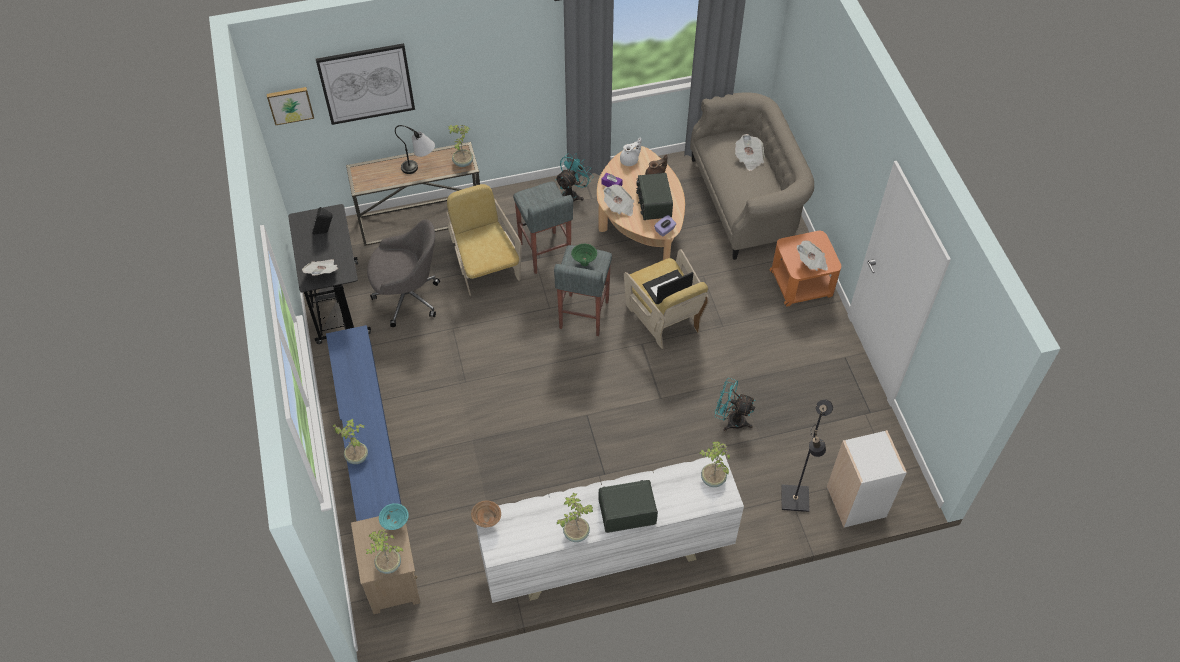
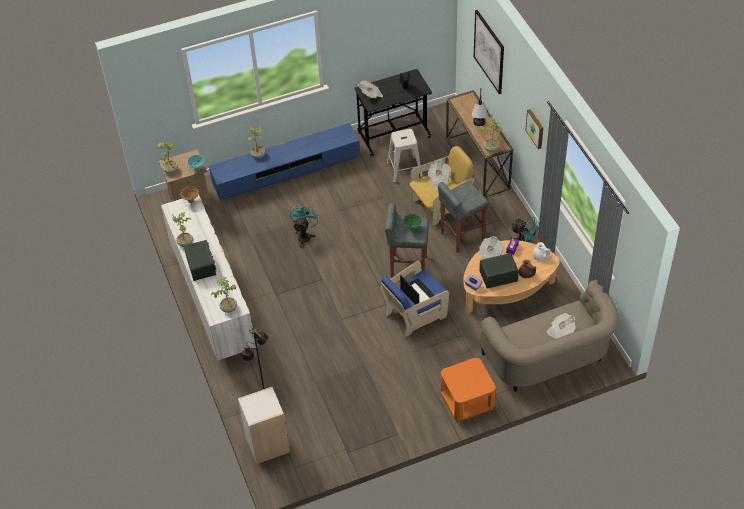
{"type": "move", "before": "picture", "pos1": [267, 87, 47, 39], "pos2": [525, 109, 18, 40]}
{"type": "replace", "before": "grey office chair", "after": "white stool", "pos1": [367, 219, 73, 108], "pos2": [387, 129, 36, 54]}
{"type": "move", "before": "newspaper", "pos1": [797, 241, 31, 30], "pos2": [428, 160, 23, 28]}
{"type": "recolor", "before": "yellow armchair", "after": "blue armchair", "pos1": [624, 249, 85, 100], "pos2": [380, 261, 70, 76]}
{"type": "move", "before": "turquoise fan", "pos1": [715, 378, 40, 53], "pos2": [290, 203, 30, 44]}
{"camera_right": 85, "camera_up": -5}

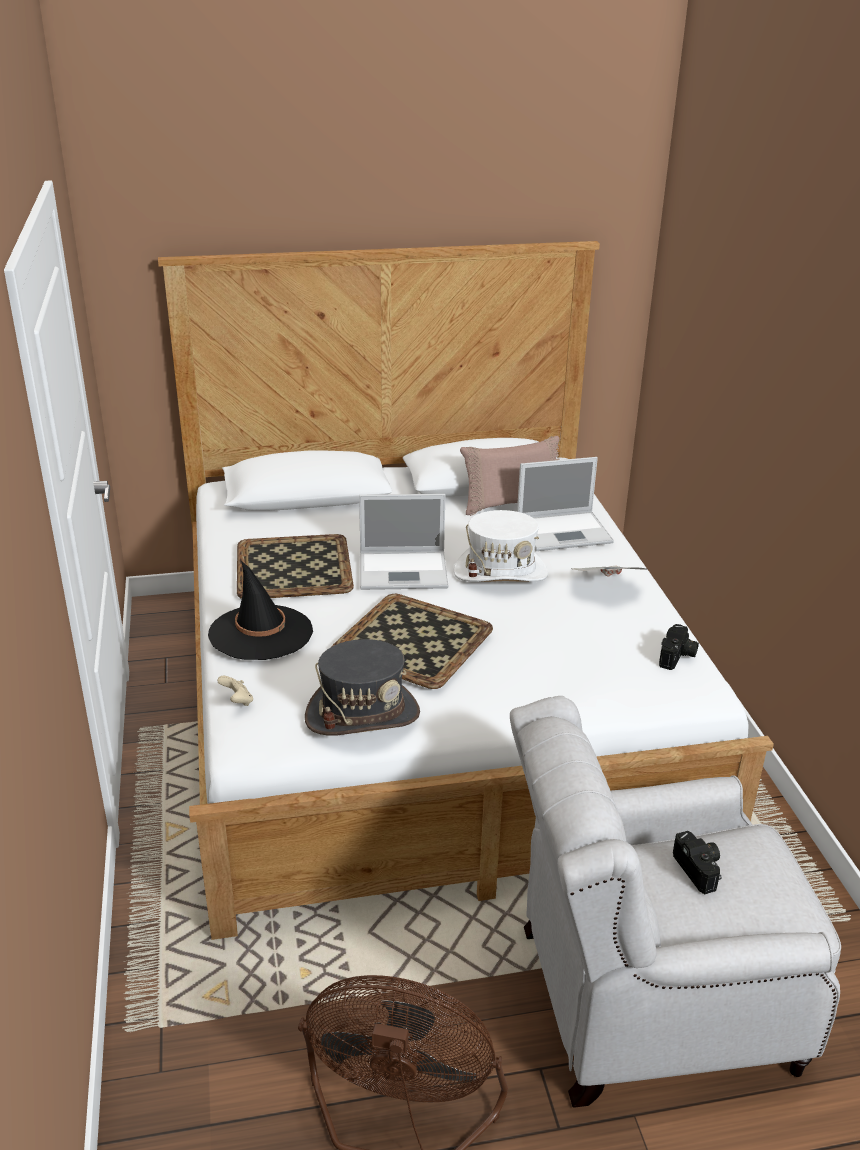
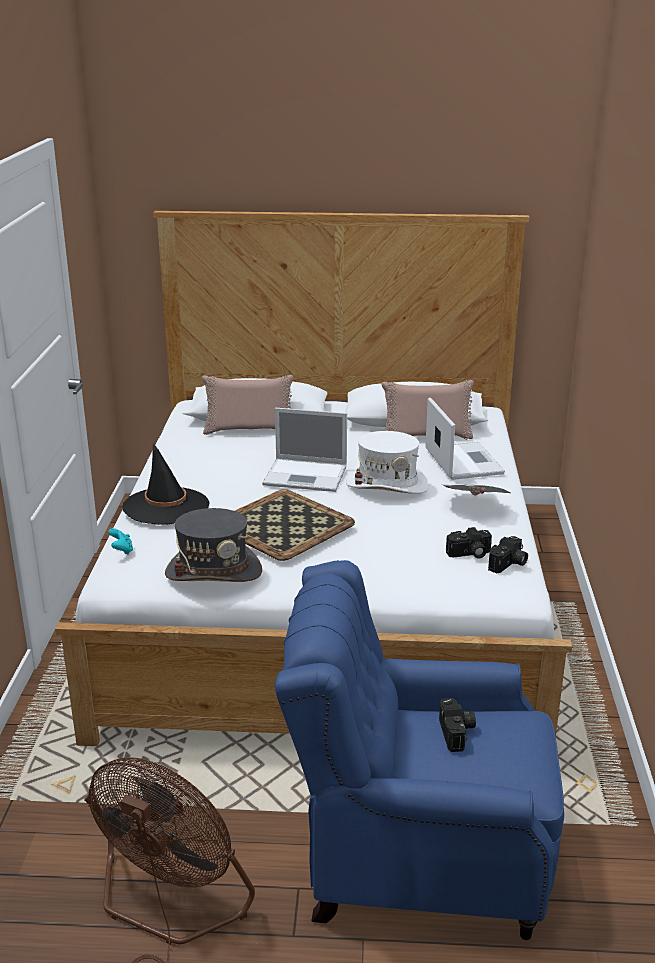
{"type": "rotate", "before": "laptop", "pos1": [517, 457, 97, 94], "pos2": [425, 398, 80, 82], "turn": -105}
{"type": "delete", "before": "tray", "pos1": [237, 534, 117, 65]}
{"type": "recolor", "before": "beige game controller", "after": "turquoise game controller", "pos1": [217, 676, 36, 30], "pos2": [108, 528, 25, 27]}
{"type": "recolor", "before": "white armchair", "after": "blue armchair", "pos1": [510, 696, 331, 412], "pos2": [275, 560, 289, 380]}
{"type": "insert", "after": "beige pillow", "pos2": [202, 375, 91, 60]}
{"type": "insert", "after": "photo camera", "pos2": [446, 527, 46, 32]}
{"camera_right": 15, "camera_up": -5}

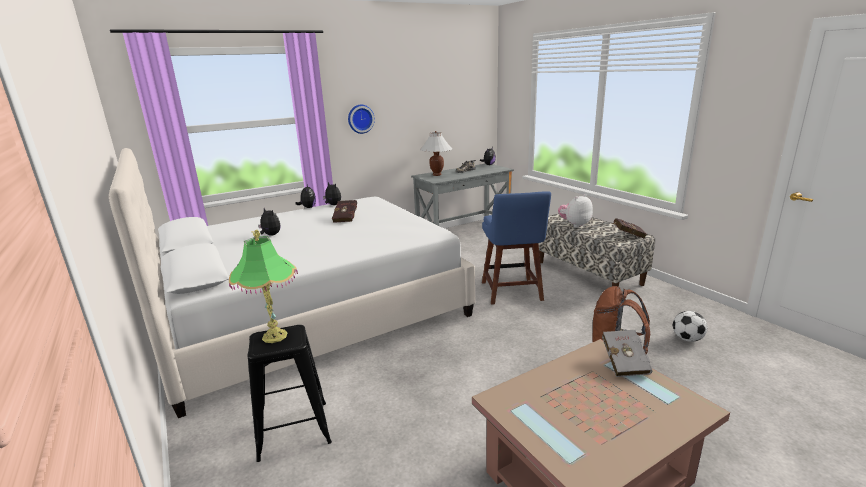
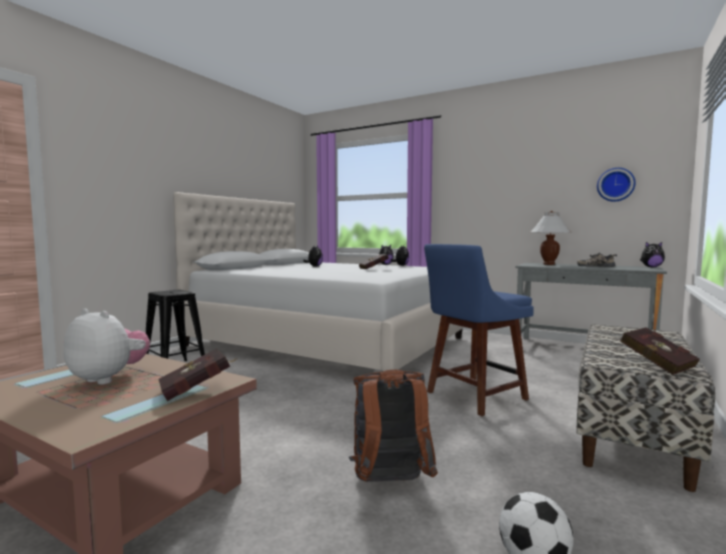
{"type": "move", "before": "wall clock", "pos1": [348, 105, 27, 29], "pos2": [597, 168, 38, 34]}
{"type": "move", "before": "plush toy", "pos1": [558, 194, 35, 34], "pos2": [63, 308, 87, 77]}
{"type": "delete", "before": "table lamp", "pos1": [229, 230, 69, 113]}
{"type": "recolor", "before": "grey book", "after": "red book", "pos1": [602, 329, 50, 48], "pos2": [158, 349, 80, 52]}
{"camera_right": 60, "camera_up": -15}

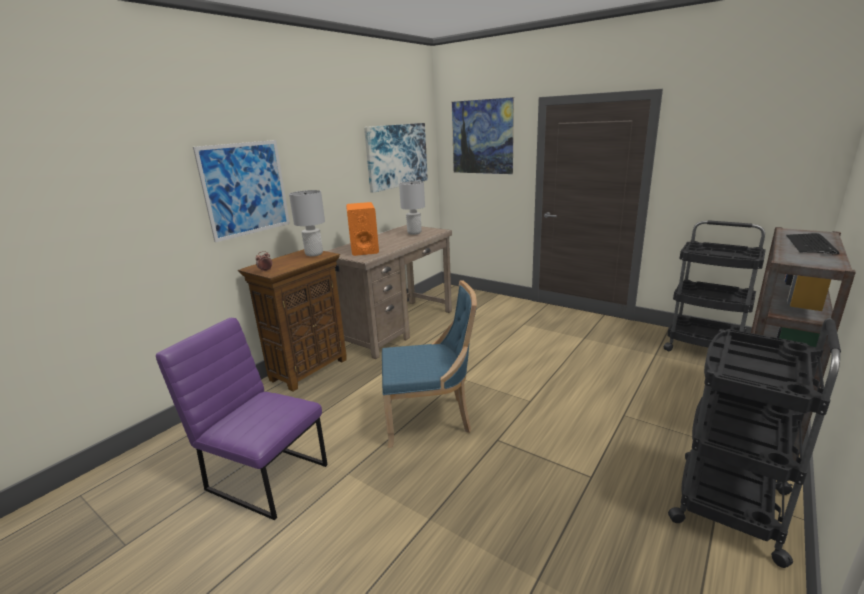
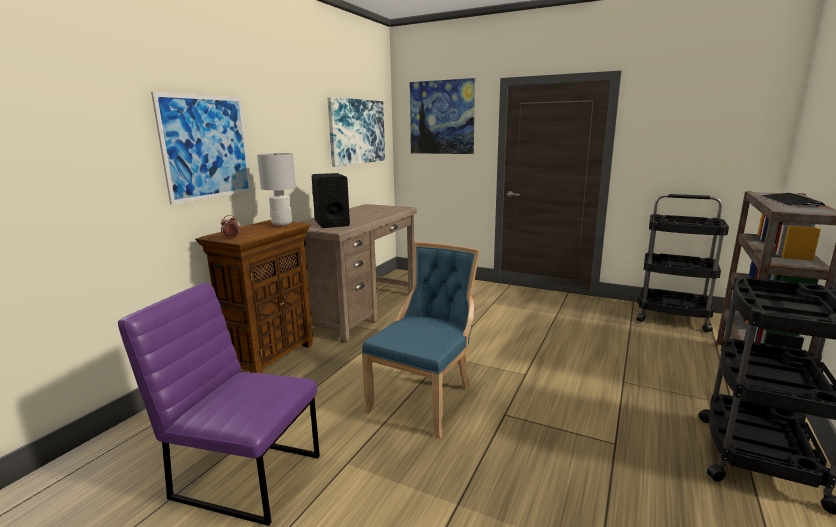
{"type": "delete", "before": "grey table lamp", "pos1": [399, 181, 26, 54]}
{"type": "recolor", "before": "orange speaker", "after": "black speaker", "pos1": [346, 202, 33, 54], "pos2": [312, 173, 38, 55]}
{"type": "rotate", "before": "blue chair", "pos1": [382, 280, 95, 168], "pos2": [362, 242, 118, 196], "turn": -45}
{"camera_right": -10, "camera_up": -5}

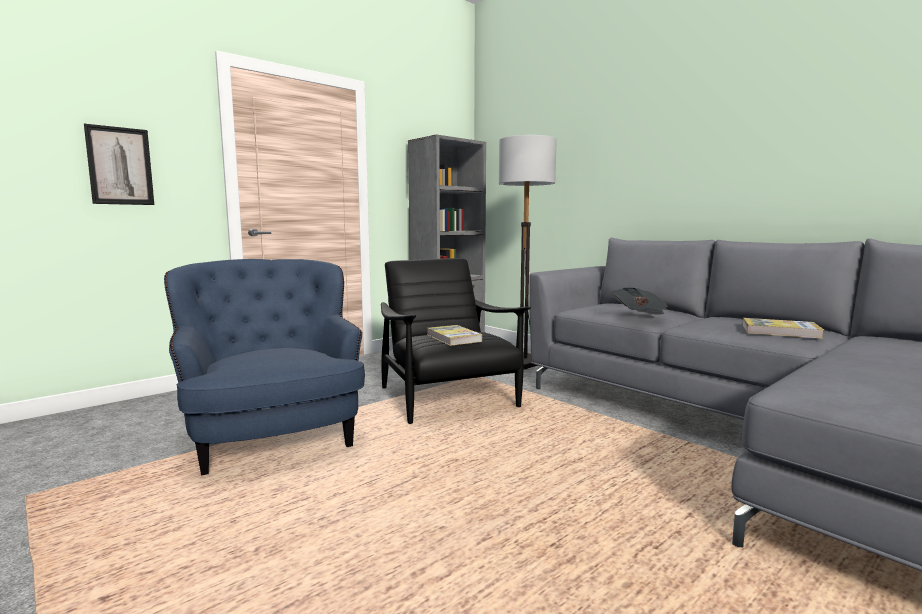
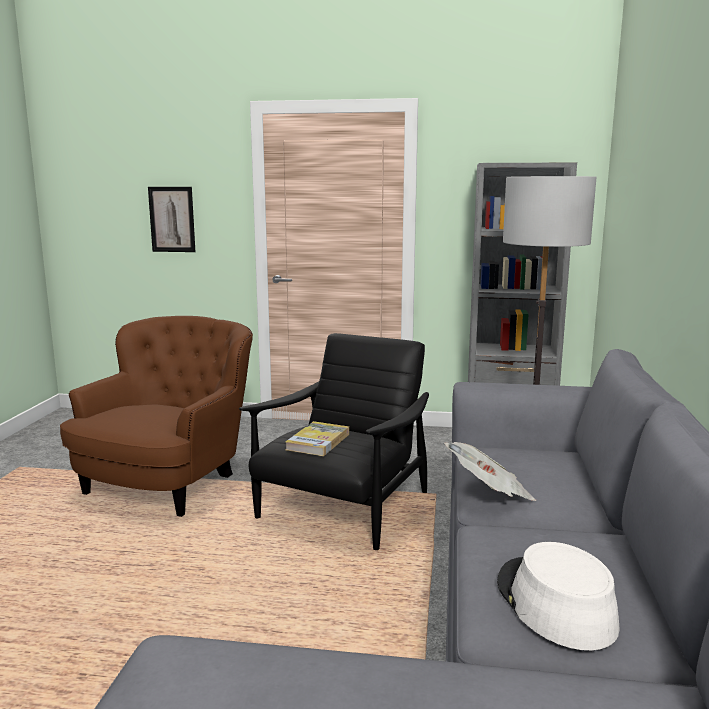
{"type": "recolor", "before": "blue armchair", "after": "brown armchair", "pos1": [164, 259, 201, 217], "pos2": [60, 316, 193, 201]}
{"type": "replace", "before": "book", "after": "white hat", "pos1": [743, 318, 81, 21], "pos2": [497, 542, 123, 108]}
{"camera_right": 50, "camera_up": 5}

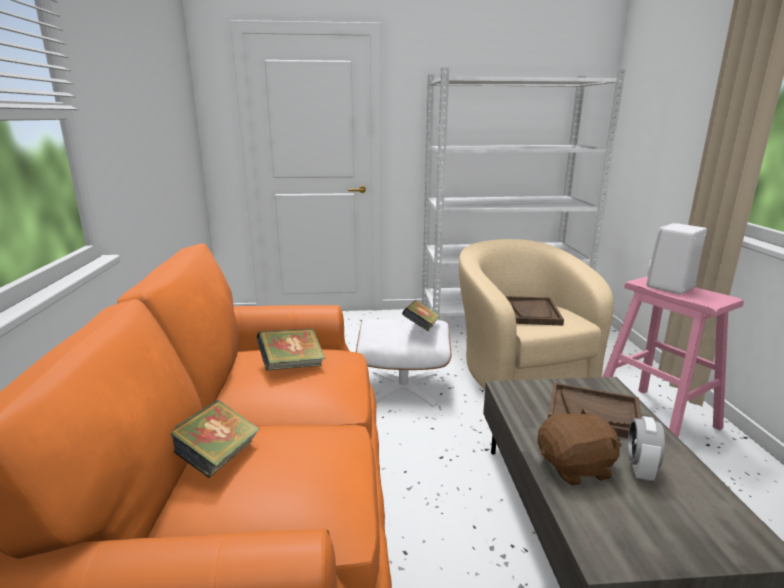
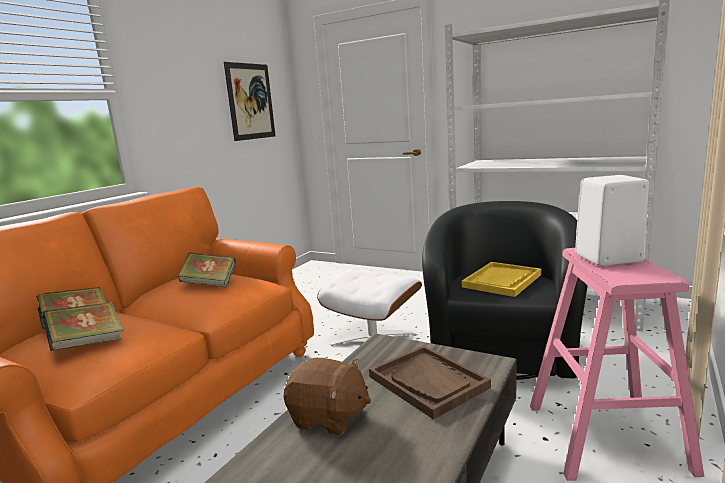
{"type": "recolor", "before": "beige armchair", "after": "black armchair", "pos1": [459, 239, 155, 151], "pos2": [422, 201, 166, 179]}
{"type": "recolor", "before": "brown tray", "after": "yellow tray", "pos1": [505, 296, 59, 29], "pos2": [462, 262, 79, 35]}
{"type": "move", "before": "book", "pos1": [402, 300, 38, 31], "pos2": [43, 302, 80, 48]}
{"type": "delete", "before": "alarm clock", "pos1": [628, 416, 37, 65]}
{"type": "insert", "after": "picture", "pos2": [224, 62, 51, 79]}
{"camera_right": 35, "camera_up": -5}

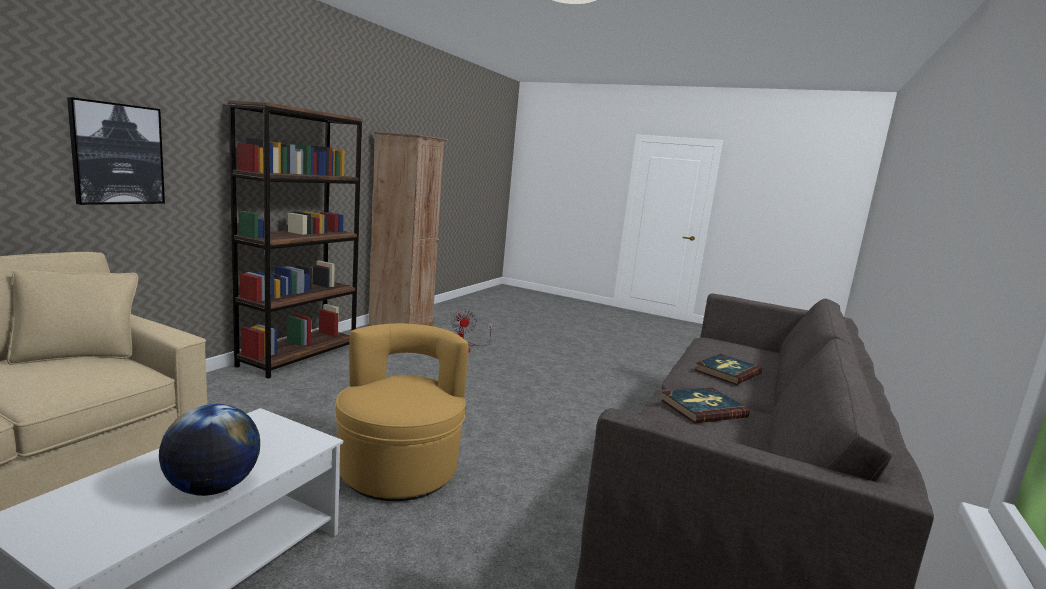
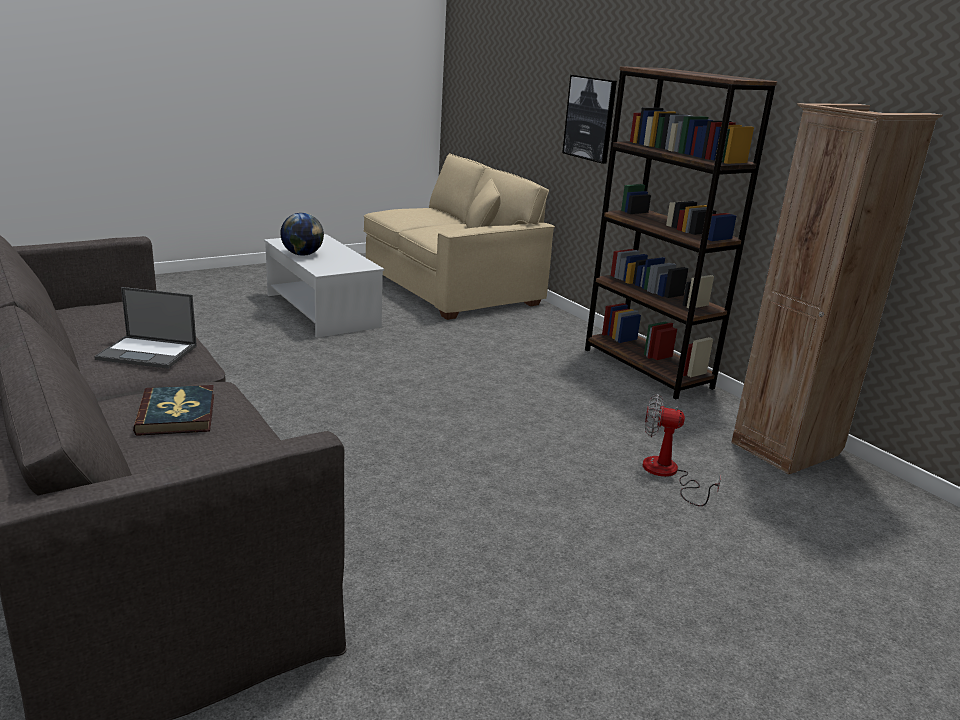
{"type": "delete", "before": "beige armchair", "pos1": [335, 323, 134, 178]}
{"type": "replace", "before": "book", "after": "laptop", "pos1": [661, 387, 89, 37], "pos2": [94, 287, 103, 82]}
{"camera_right": 120, "camera_up": 10}

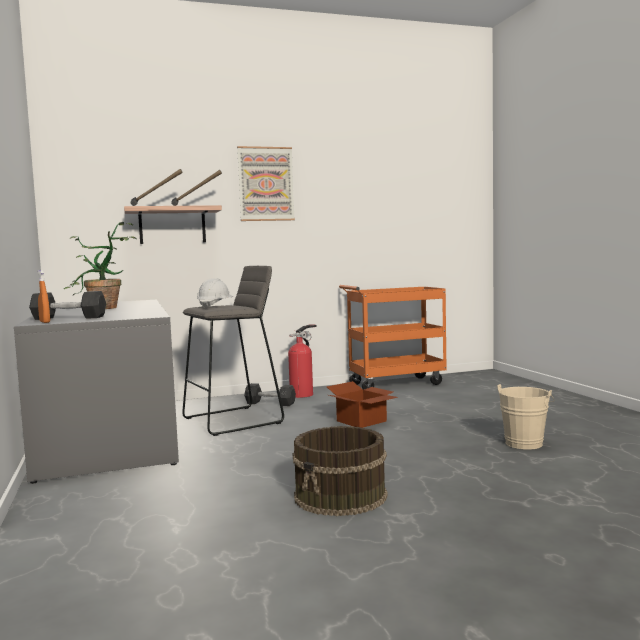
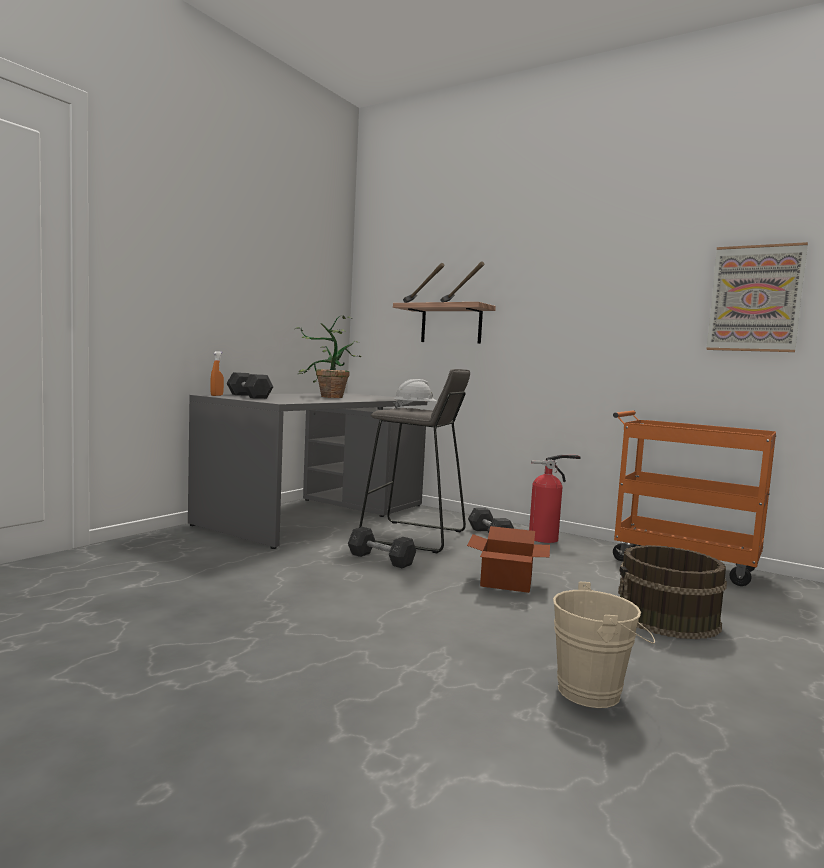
{"type": "move", "before": "picture", "pos1": [237, 146, 58, 75], "pos2": [706, 242, 102, 110]}
{"type": "move", "before": "brown bucket", "pos1": [293, 426, 95, 90], "pos2": [618, 545, 109, 94]}
{"type": "insert", "after": "grey dumbbell", "pos2": [348, 527, 68, 41]}
{"camera_right": 50, "camera_up": 0}

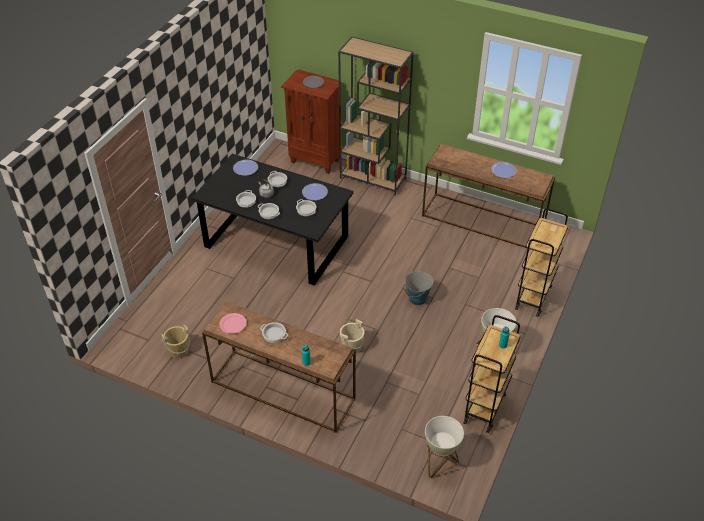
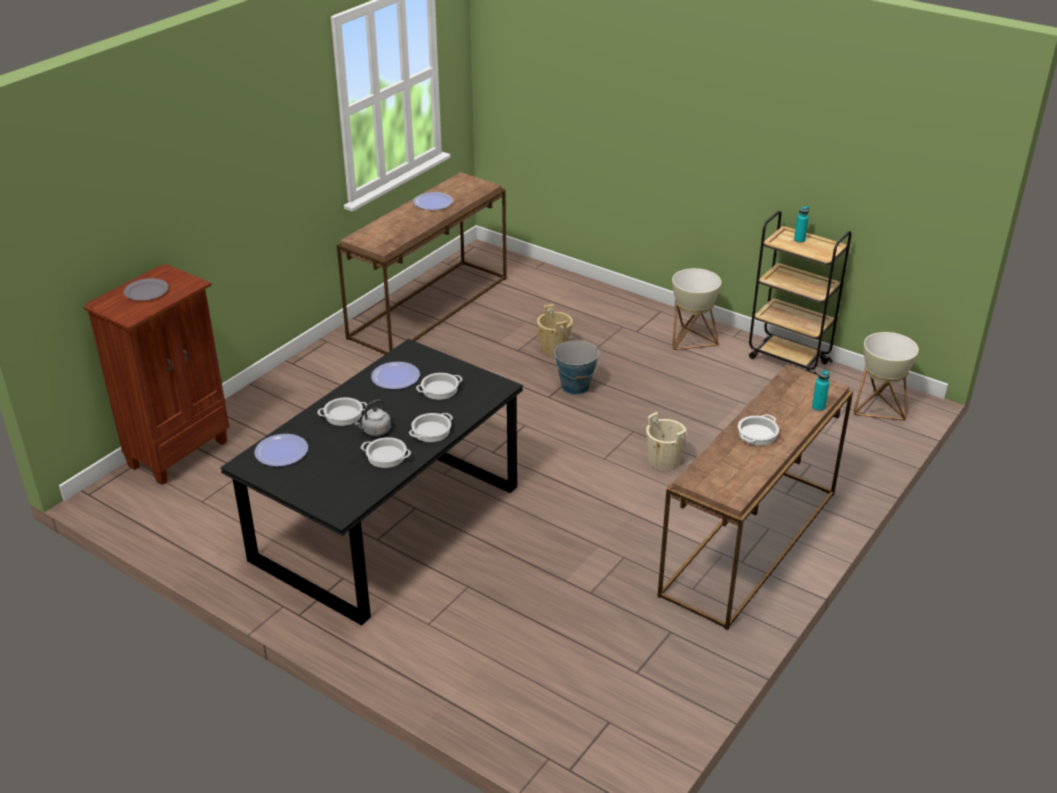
{"type": "delete", "before": "bookcase", "pos1": [338, 37, 76, 159]}
{"type": "delete", "before": "brown cart", "pos1": [515, 208, 53, 109]}
{"type": "delete", "before": "pink plate", "pos1": [220, 313, 27, 21]}
{"type": "move", "before": "beige bucket", "pos1": [161, 325, 29, 33], "pos2": [537, 304, 36, 52]}
{"camera_right": -80, "camera_up": -10}

